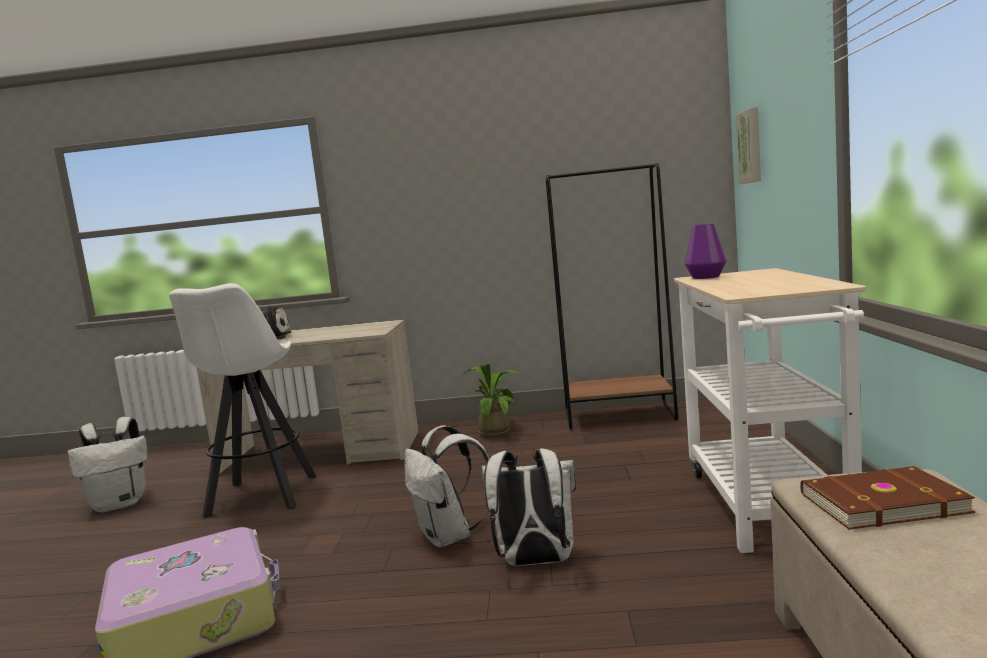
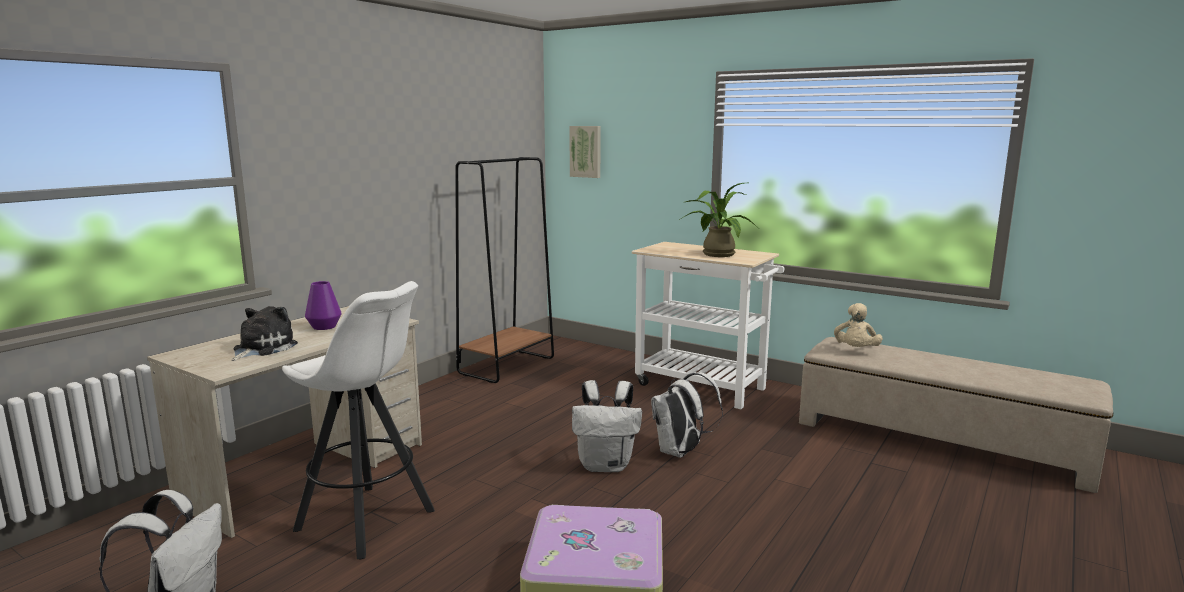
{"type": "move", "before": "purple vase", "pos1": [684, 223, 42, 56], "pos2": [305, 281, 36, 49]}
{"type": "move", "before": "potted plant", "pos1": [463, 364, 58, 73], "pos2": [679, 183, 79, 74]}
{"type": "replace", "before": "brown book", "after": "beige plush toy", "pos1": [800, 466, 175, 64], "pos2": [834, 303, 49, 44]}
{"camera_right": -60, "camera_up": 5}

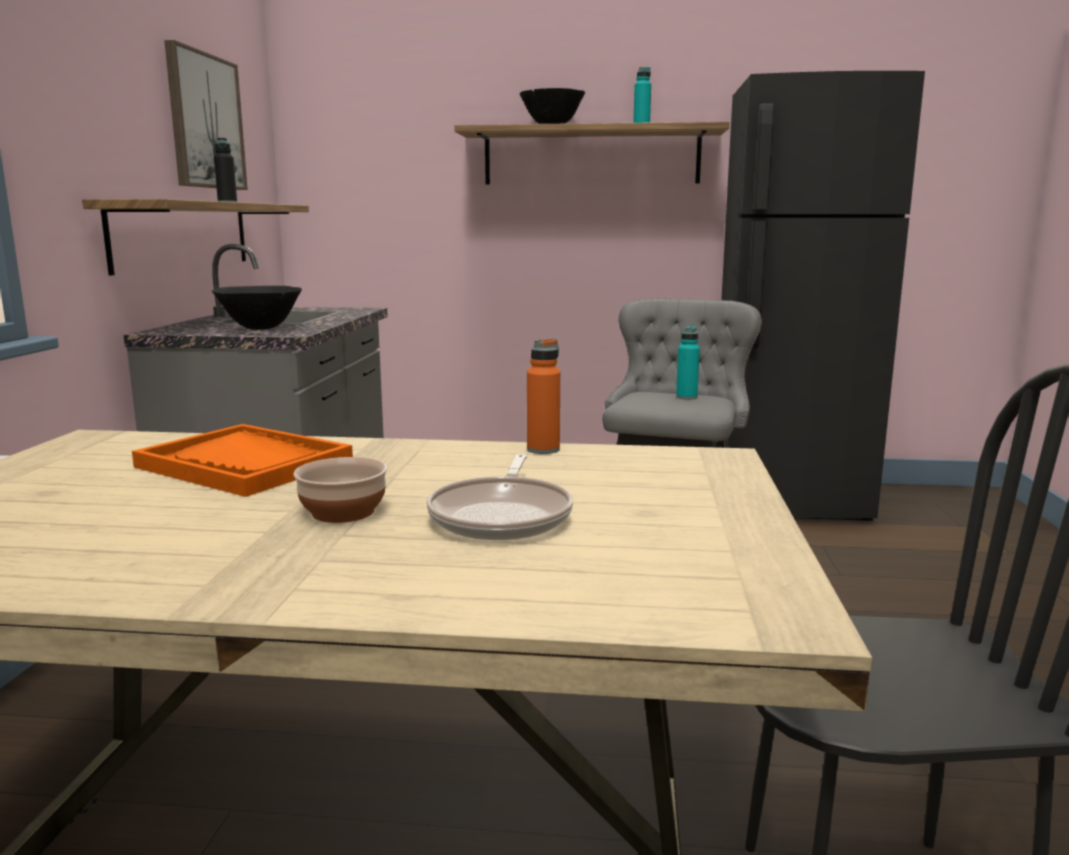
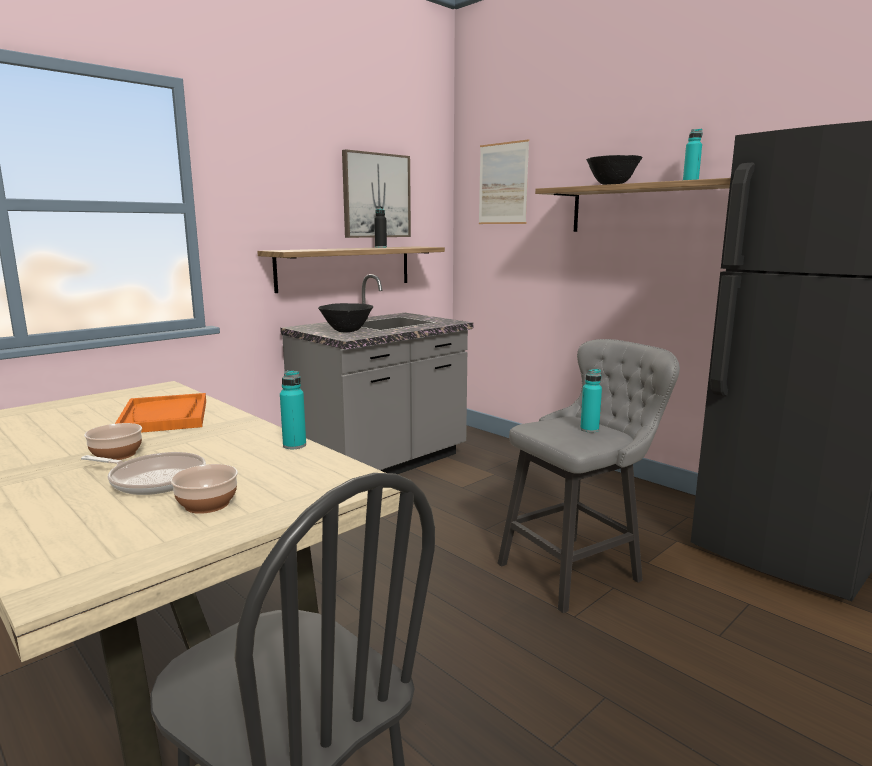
{"type": "recolor", "before": "orange bottle", "after": "turquoise bottle", "pos1": [527, 339, 33, 115], "pos2": [280, 370, 26, 79]}
{"type": "rotate", "before": "frying pan", "pos1": [427, 454, 146, 86], "pos2": [81, 452, 125, 43], "turn": -120}
{"type": "insert", "after": "picture", "pos2": [479, 139, 50, 85]}
{"type": "insert", "after": "bowl", "pos2": [171, 464, 67, 50]}
{"camera_right": 40, "camera_up": 0}

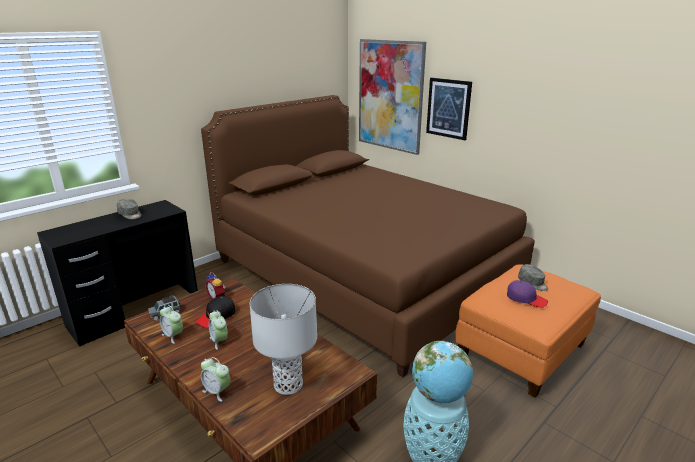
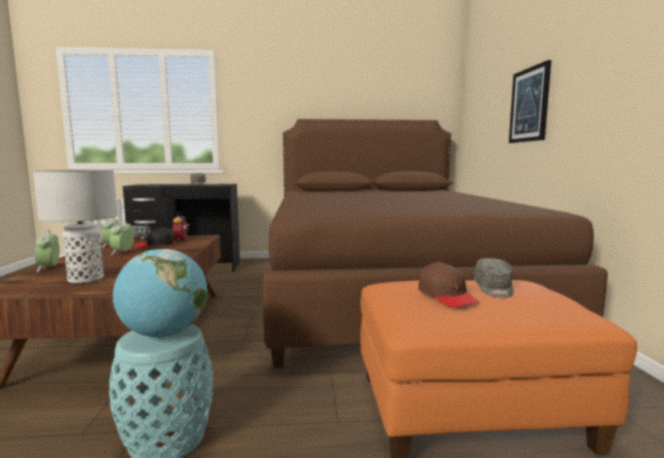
{"type": "delete", "before": "picture", "pos1": [359, 39, 67, 116]}
{"type": "recolor", "before": "purple cap", "after": "brown cap", "pos1": [507, 280, 41, 28], "pos2": [418, 262, 61, 45]}
{"camera_right": 40, "camera_up": -15}

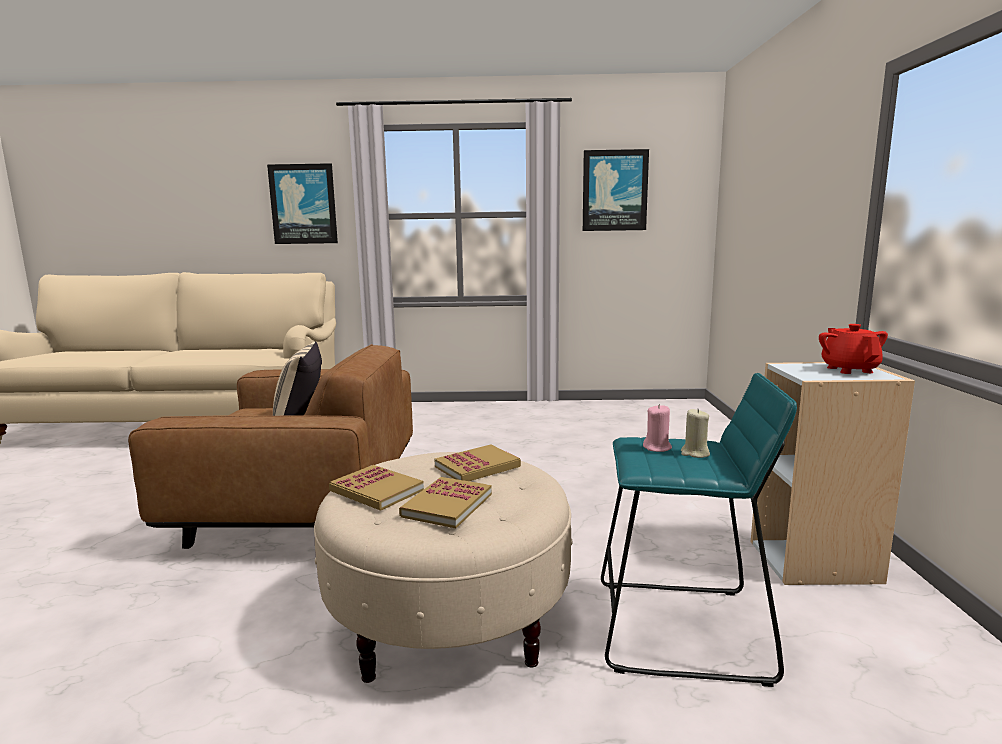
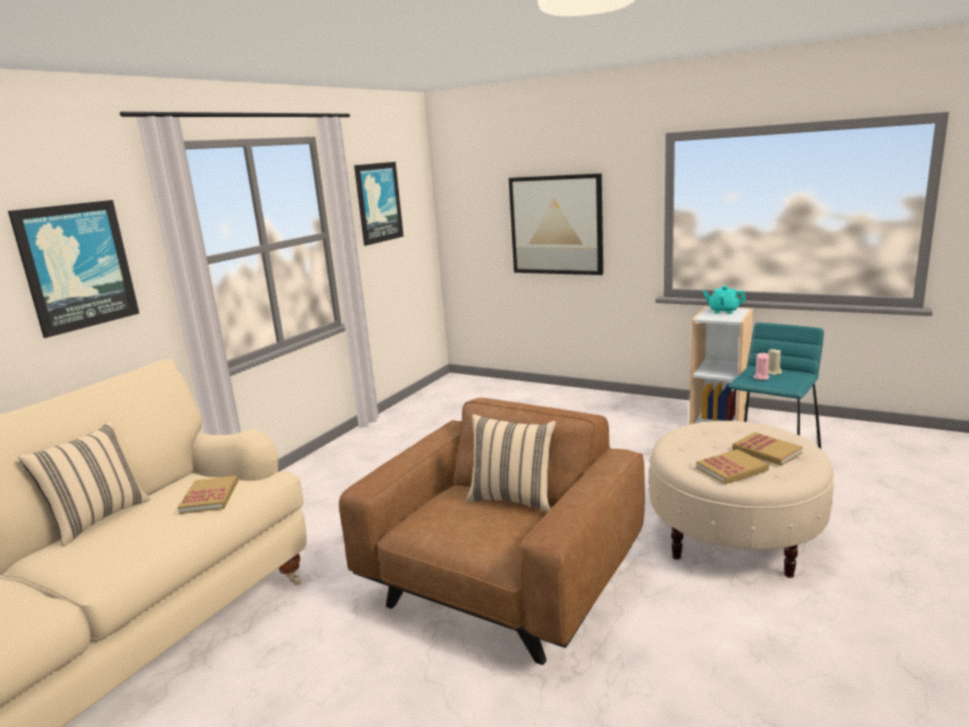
{"type": "recolor", "before": "red teapot", "after": "turquoise teapot", "pos1": [819, 324, 69, 50], "pos2": [703, 286, 43, 28]}
{"type": "move", "before": "book", "pos1": [435, 444, 86, 37], "pos2": [178, 476, 60, 38]}
{"type": "insert", "after": "picture", "pos2": [509, 173, 94, 102]}
{"type": "insert", "after": "beige pillow", "pos2": [18, 420, 133, 126]}
{"camera_right": -60, "camera_up": 5}

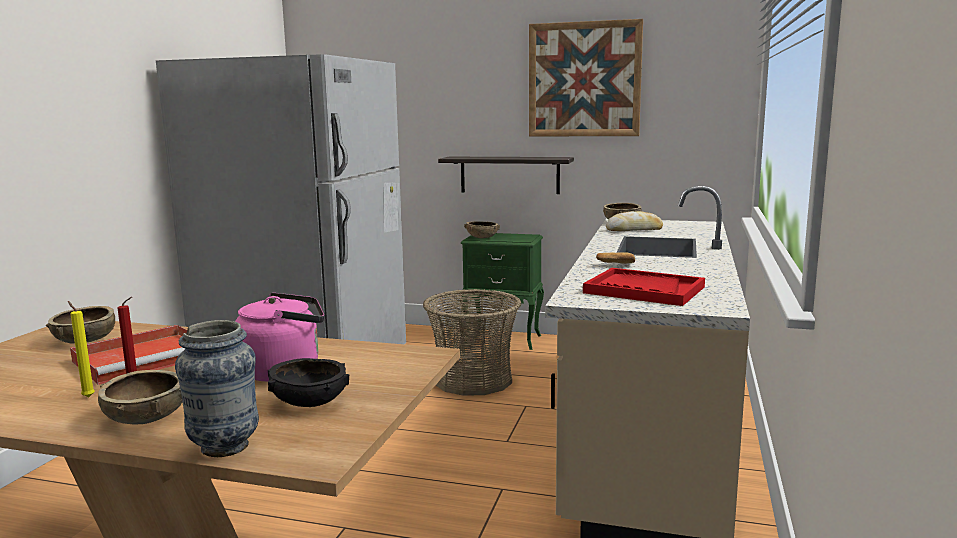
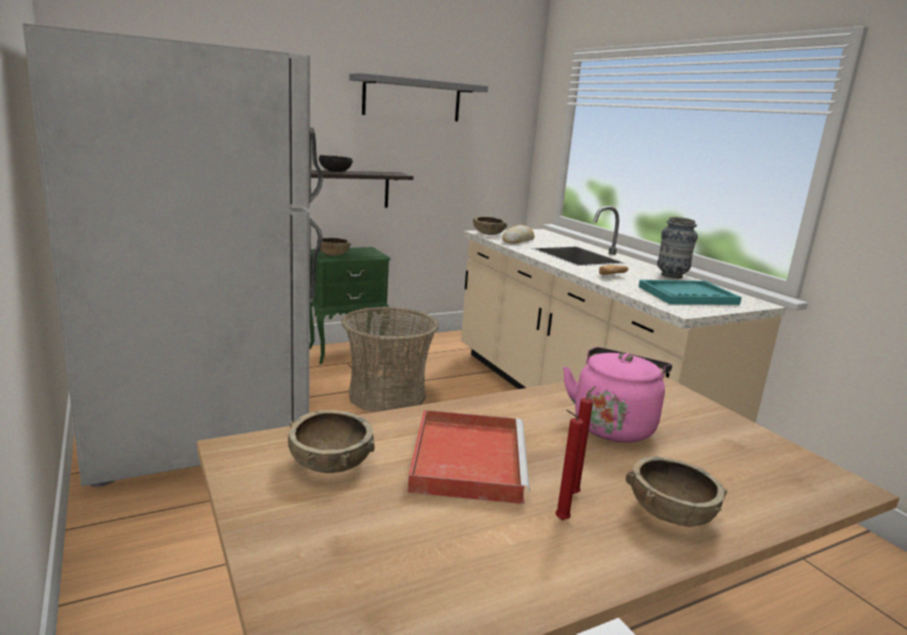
{"type": "replace", "before": "picture", "after": "grey shelf", "pos1": [529, 19, 114, 117], "pos2": [349, 73, 139, 48]}
{"type": "recolor", "before": "red tray", "after": "turquoise tray", "pos1": [583, 268, 122, 38], "pos2": [639, 280, 103, 25]}
{"type": "recolor", "before": "yellow candle", "after": "red candle", "pos1": [68, 301, 27, 96], "pos2": [555, 410, 28, 110]}
{"type": "move", "before": "vase", "pos1": [175, 320, 84, 137], "pos2": [657, 217, 41, 62]}
{"type": "move", "before": "black bowl", "pos1": [268, 358, 81, 49], "pos2": [319, 155, 34, 17]}
{"camera_right": -45, "camera_up": 5}

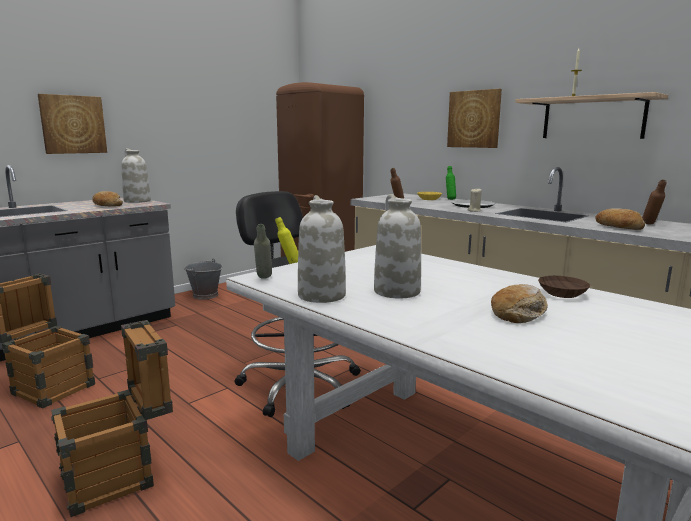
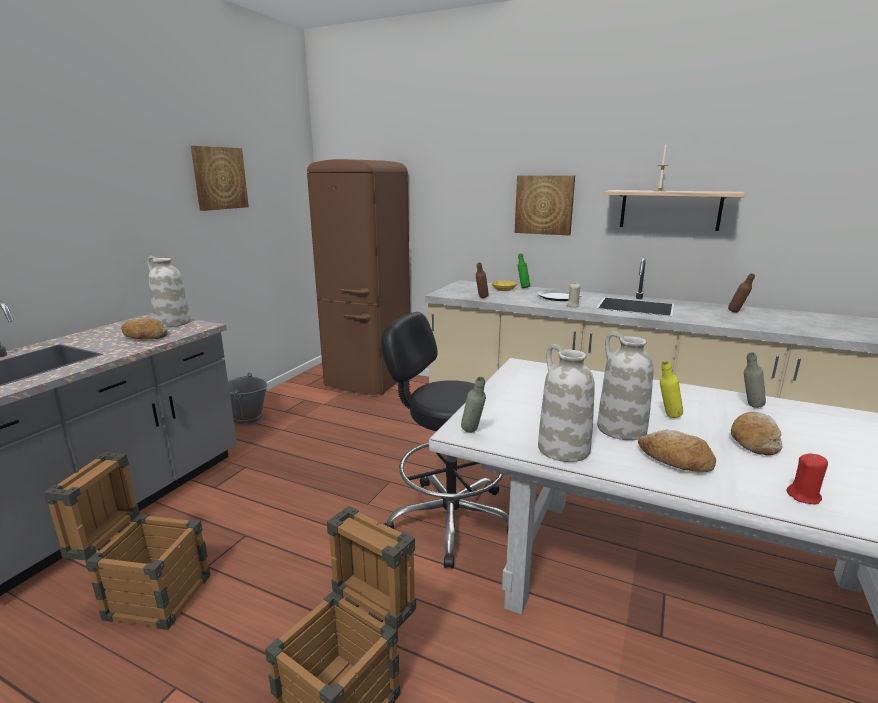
{"type": "move", "before": "picture", "pos1": [38, 94, 69, 60], "pos2": [191, 146, 58, 65]}
{"type": "move", "before": "bread", "pos1": [596, 208, 49, 22], "pos2": [638, 430, 78, 42]}
{"type": "move", "before": "yellow bottle", "pos1": [275, 217, 23, 47], "pos2": [660, 361, 23, 57]}
{"type": "replace", "before": "brown bowl", "after": "grey bottle", "pos1": [538, 276, 52, 22], "pos2": [744, 352, 22, 56]}
{"type": "insert", "after": "red candle", "pos2": [787, 453, 41, 51]}
{"camera_right": -20, "camera_up": 5}

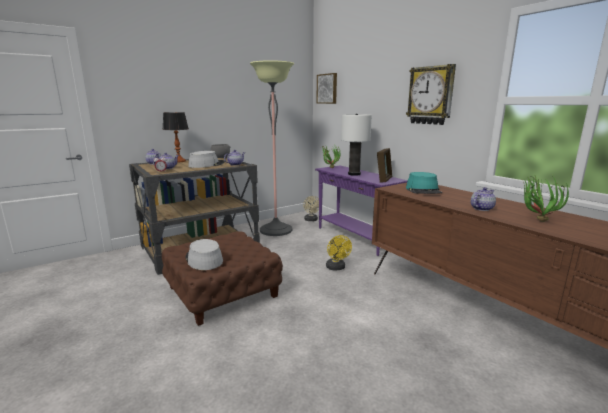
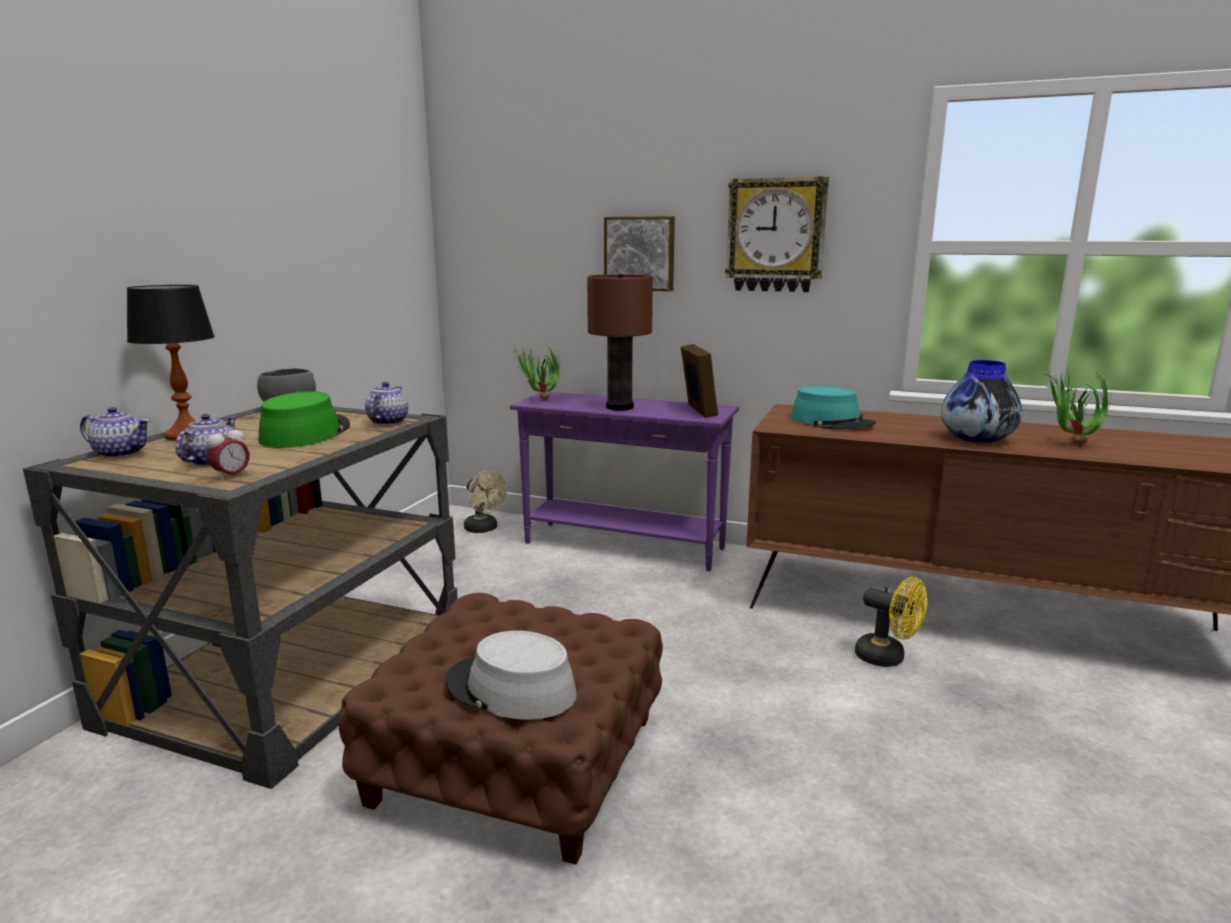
{"type": "delete", "before": "floor lamp", "pos1": [250, 60, 44, 176]}
{"type": "move", "before": "picture", "pos1": [317, 73, 20, 31], "pos2": [604, 216, 71, 75]}
{"type": "recolor", "before": "white table lamp", "after": "brown table lamp", "pos1": [341, 114, 31, 62], "pos2": [587, 274, 66, 136]}
{"type": "recolor", "before": "grey hat", "after": "green hat", "pos1": [188, 151, 37, 17], "pos2": [259, 391, 91, 57]}
{"type": "replace", "before": "teapot", "after": "vase", "pos1": [471, 187, 25, 24], "pos2": [941, 360, 81, 83]}
{"type": "move", "before": "yellow fan", "pos1": [326, 235, 26, 36], "pos2": [855, 577, 73, 90]}
{"camera_right": -35, "camera_up": 0}

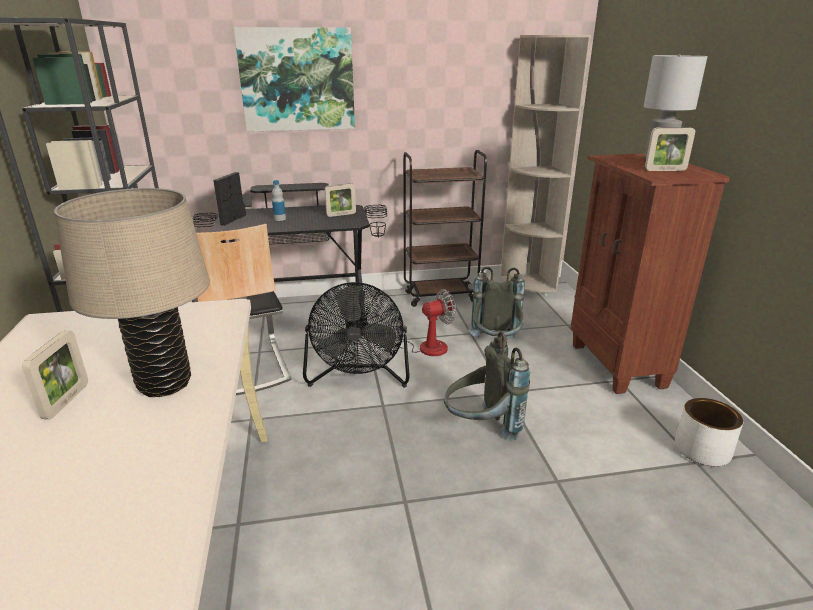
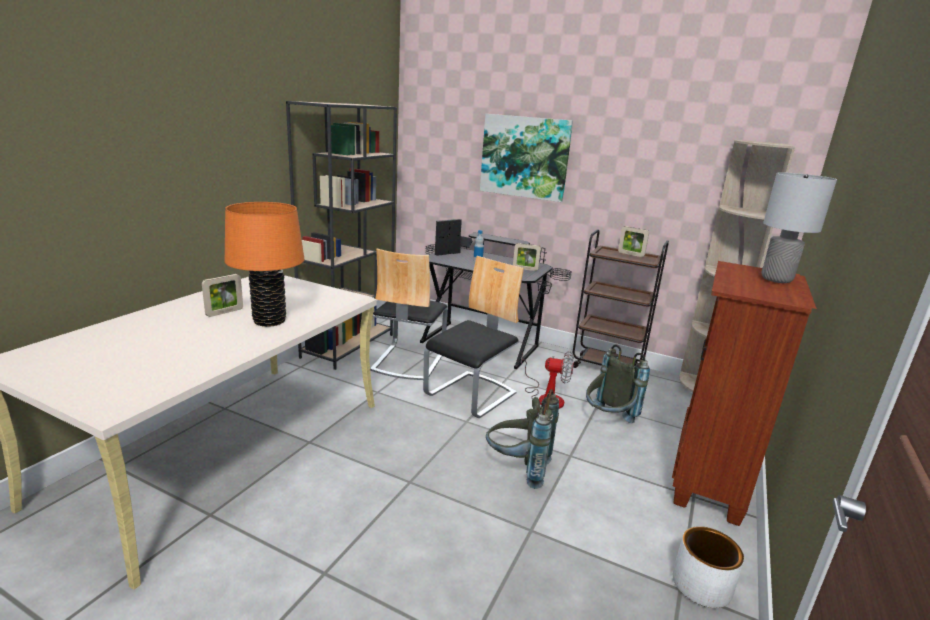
{"type": "move", "before": "picture frame", "pos1": [645, 127, 50, 44], "pos2": [618, 226, 31, 31]}
{"type": "recolor", "before": "beige table lamp", "after": "orange table lamp", "pos1": [54, 188, 156, 209], "pos2": [225, 202, 79, 125]}
{"type": "replace", "before": "black fan", "after": "chair", "pos1": [303, 282, 107, 106], "pos2": [423, 256, 101, 162]}
{"camera_right": 35, "camera_up": -5}

